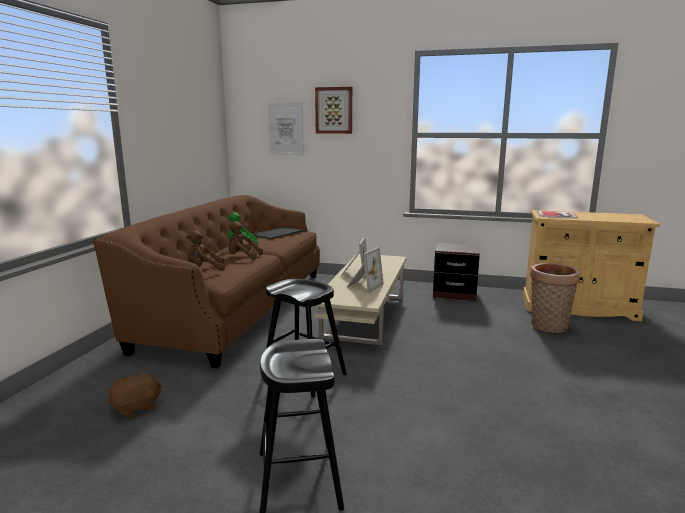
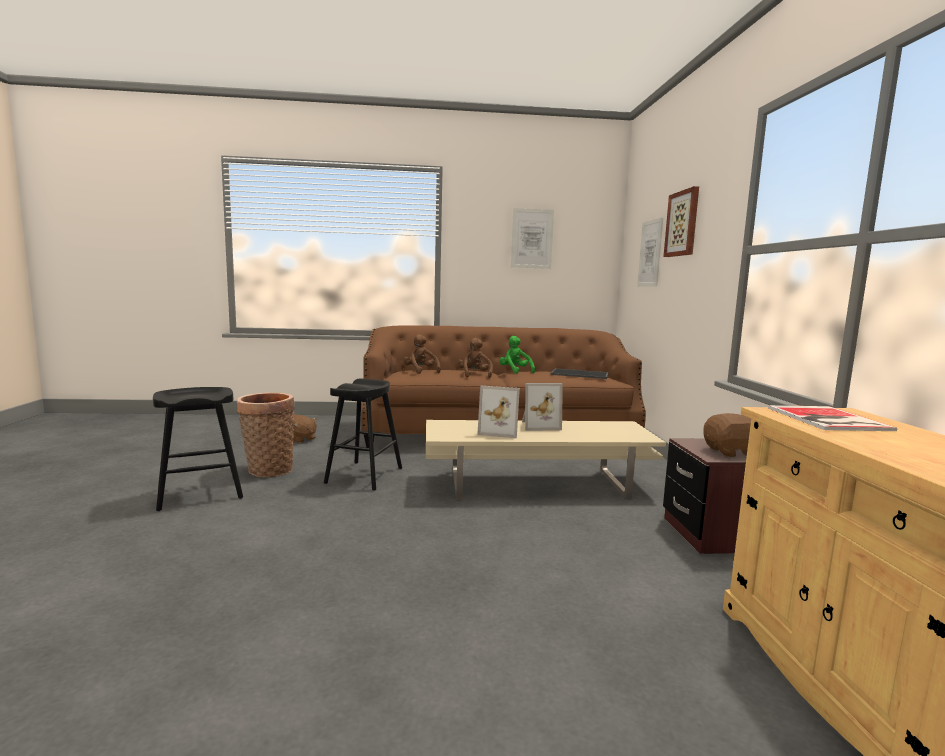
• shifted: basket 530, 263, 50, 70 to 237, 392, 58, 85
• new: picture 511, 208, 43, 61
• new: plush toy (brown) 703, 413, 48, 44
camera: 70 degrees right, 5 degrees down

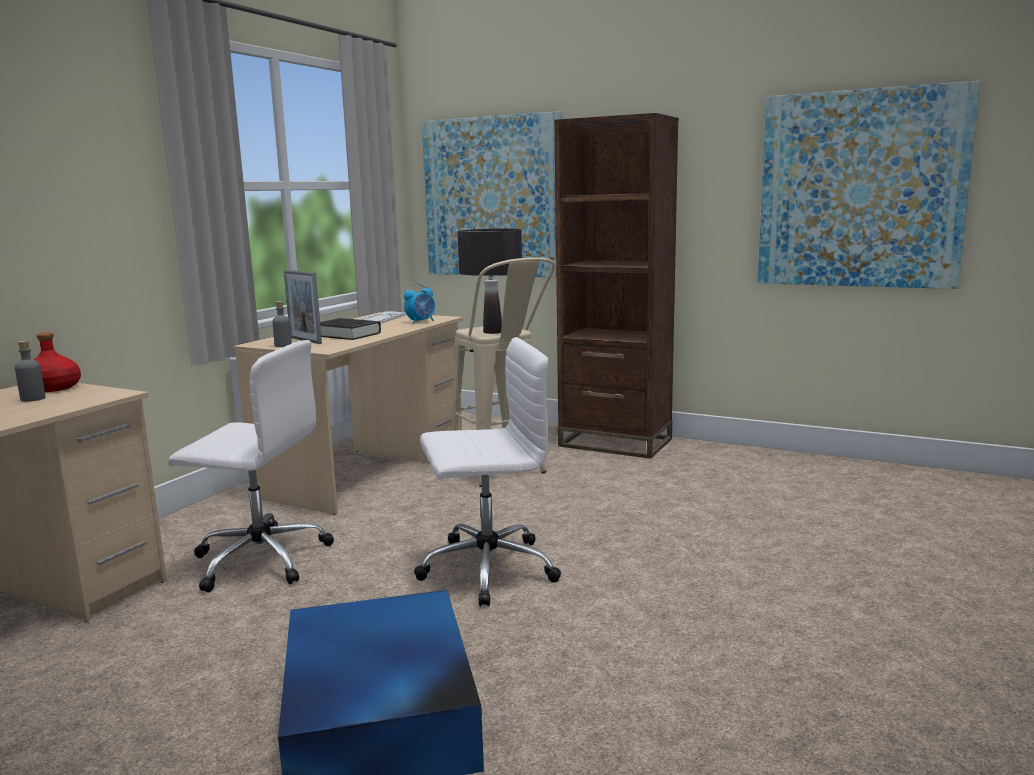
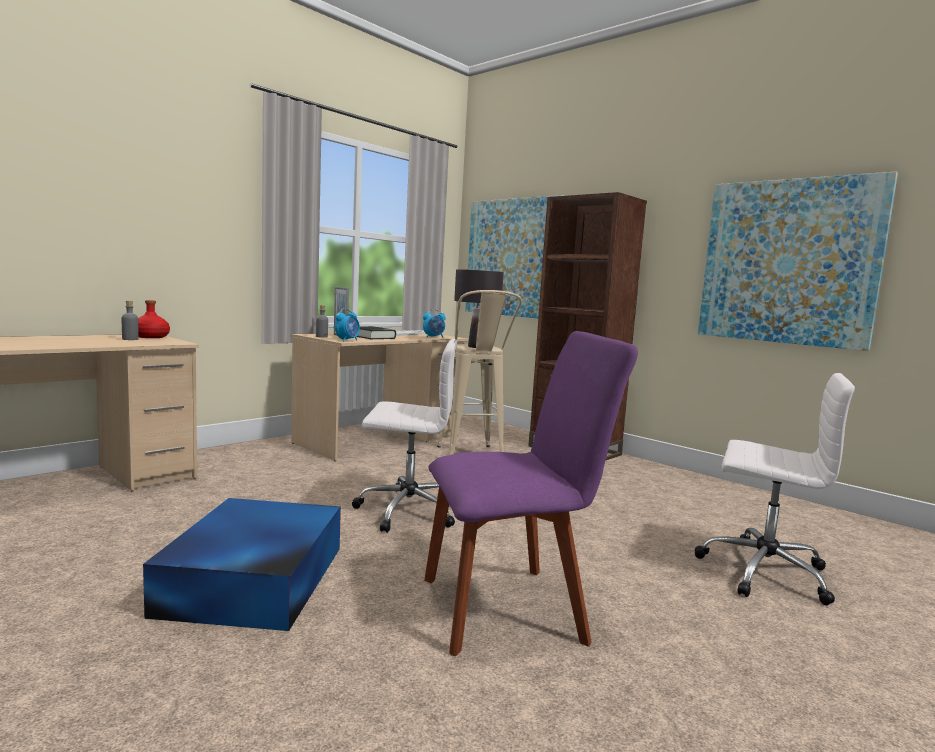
• new: alarm clock 335, 308, 25, 33
• new: chair (purple) 424, 331, 214, 325
• shifted: office chair (white) 168, 340, 166, 253 to 695, 373, 160, 232
camera: 15 degrees right, 5 degrees down

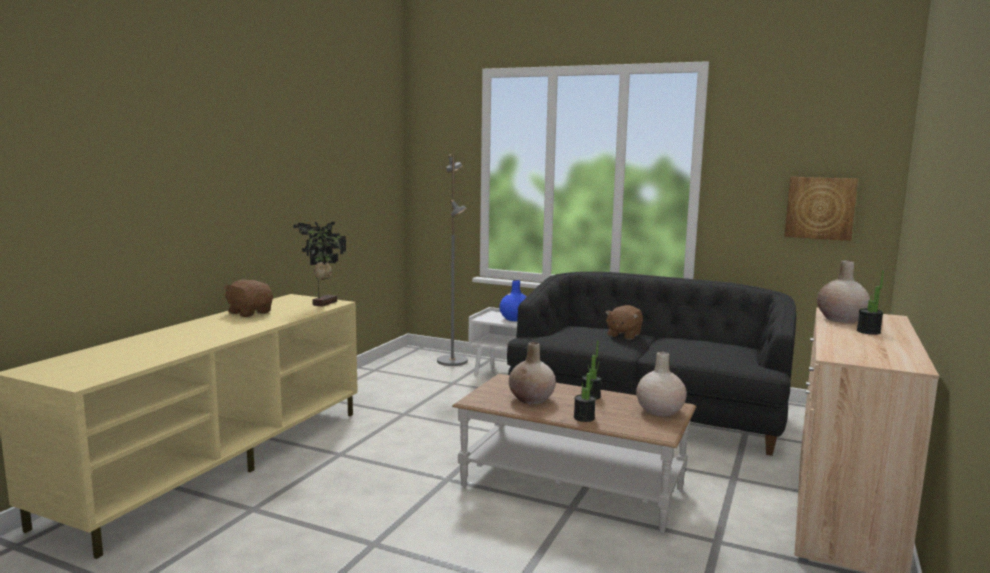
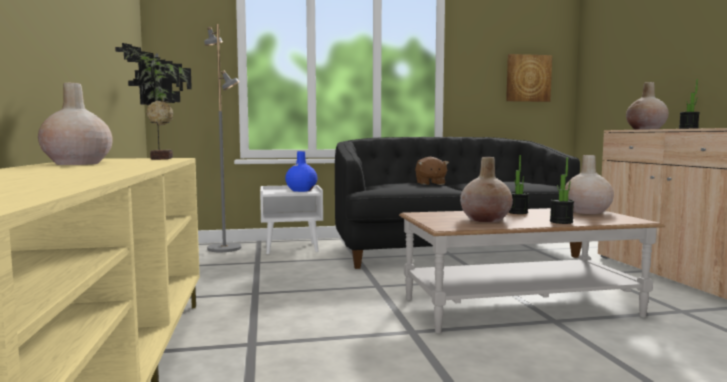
• swapped: plush toy (brown) 223, 280, 50, 37 to vase (beige) 38, 83, 75, 82
camera: 35 degrees left, 5 degrees down

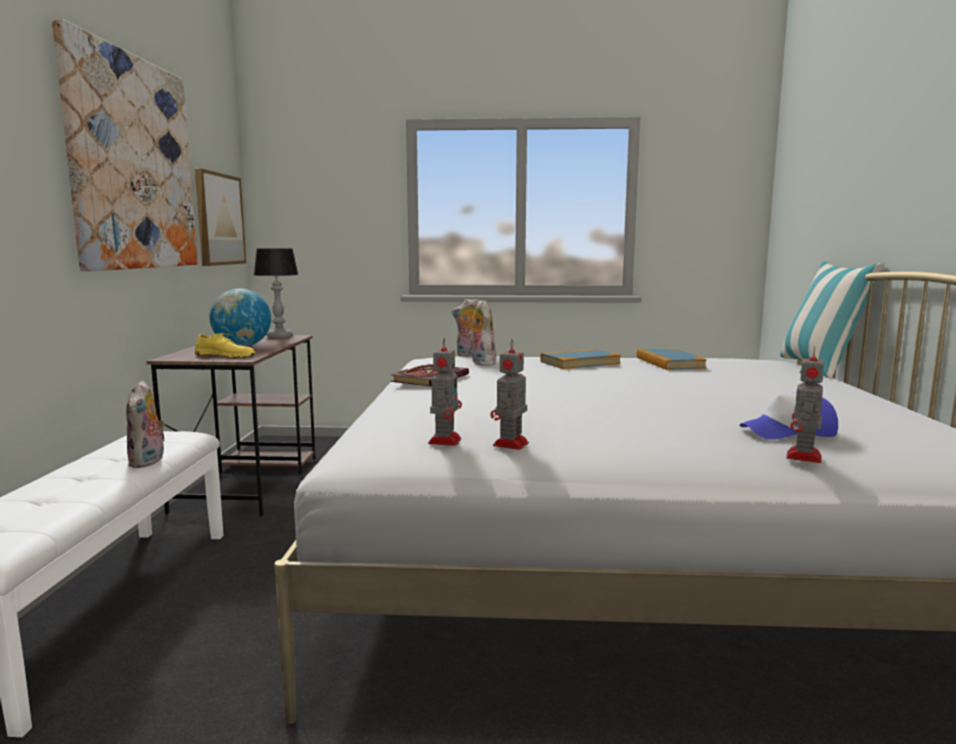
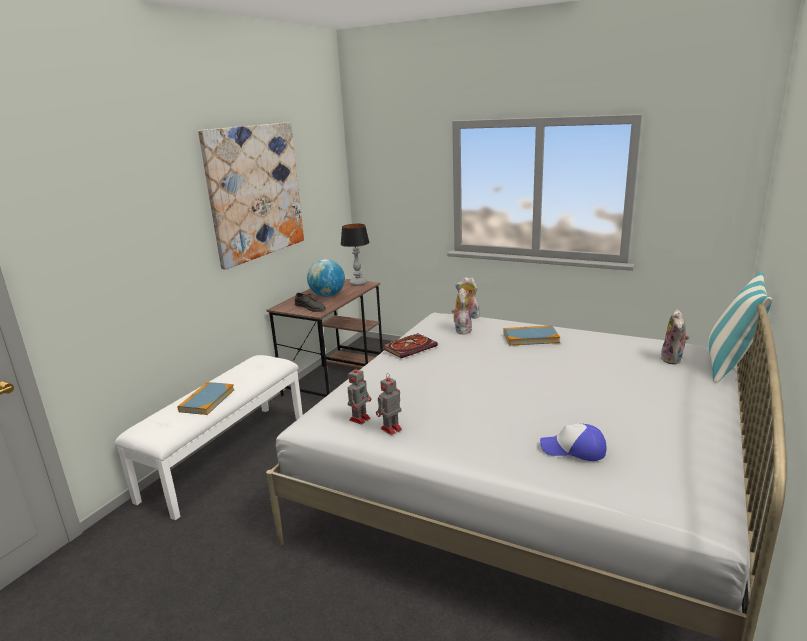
• shifted: book 637, 349, 70, 21 to 178, 382, 56, 33
• repainted: shoe (yellow) 195, 333, 61, 25 to shoe (grey) 295, 293, 31, 19
• shifted: plush toy 126, 380, 40, 88 to 661, 309, 28, 55
• gone: picture 195, 169, 51, 97
• gone: toy robot 786, 346, 38, 117
camera: 25 degrees right, 10 degrees up

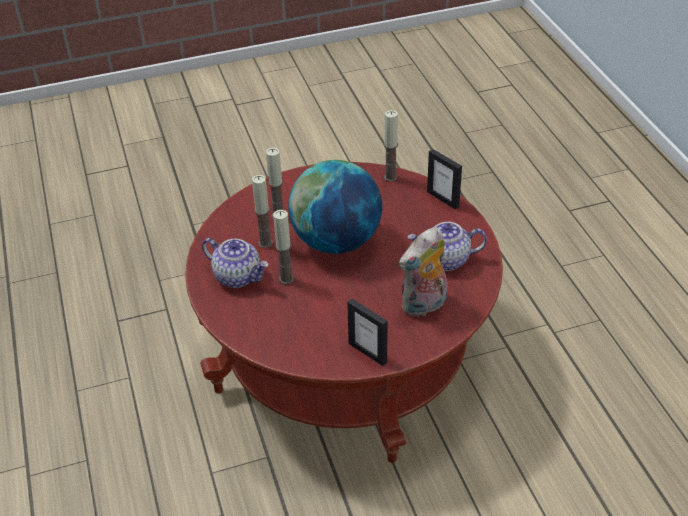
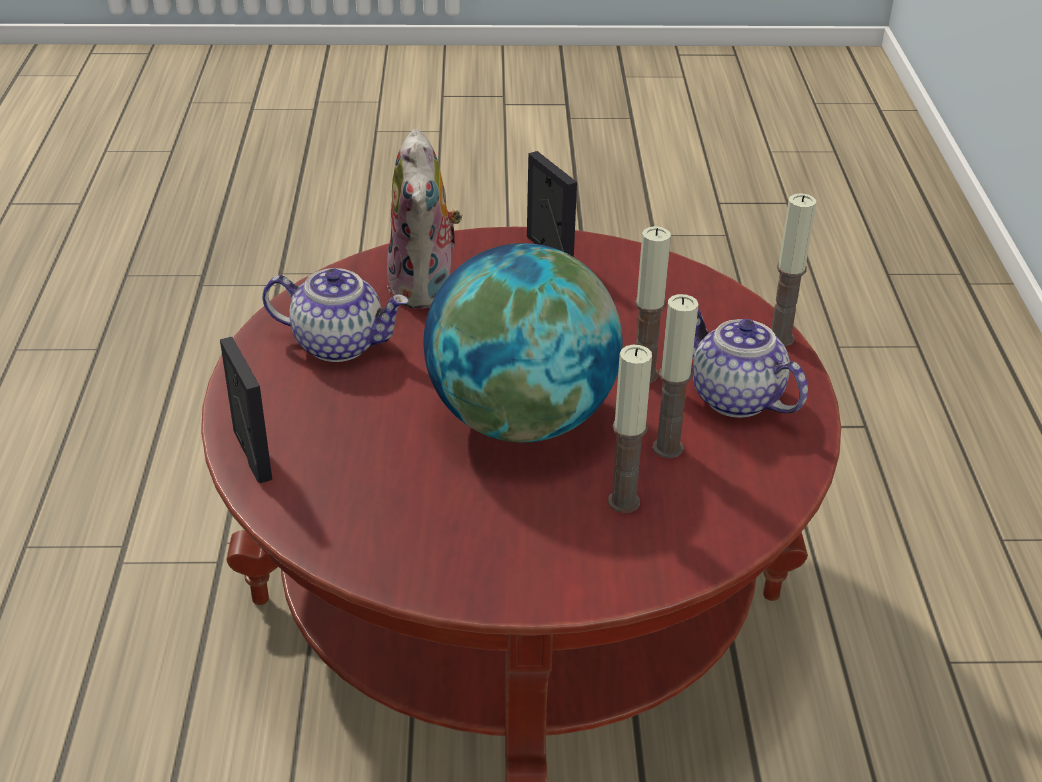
• rotated: plush toy 399, 227, 48, 90 = 387, 129, 75, 180 105 degrees clockwise
• shifted: candle 384, 110, 14, 72 to 771, 193, 45, 154
camera: 165 degrees left, 5 degrees down

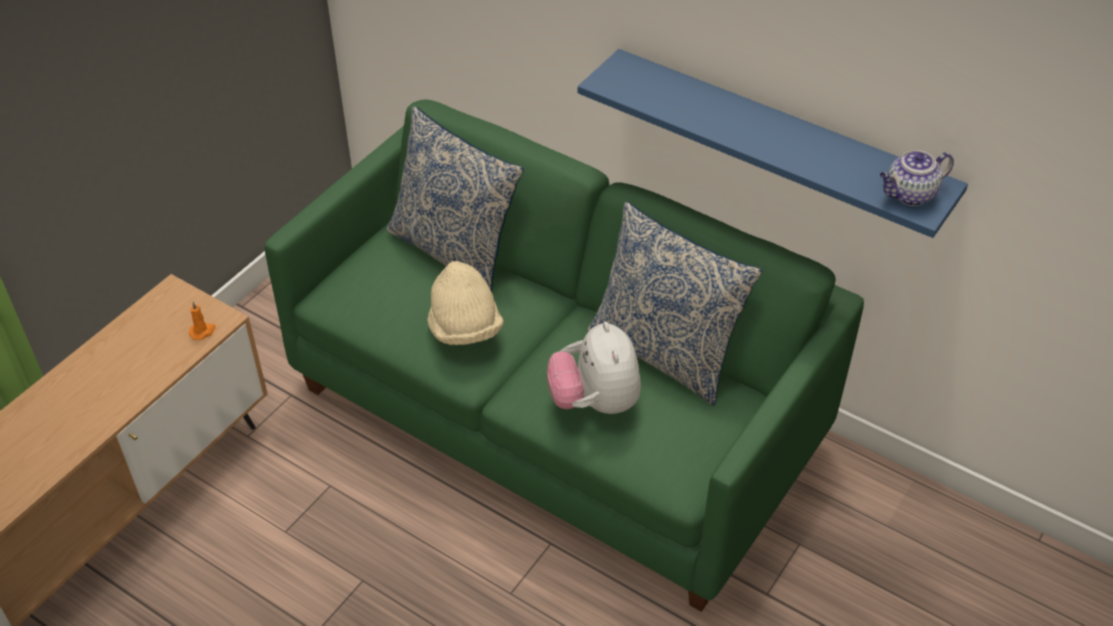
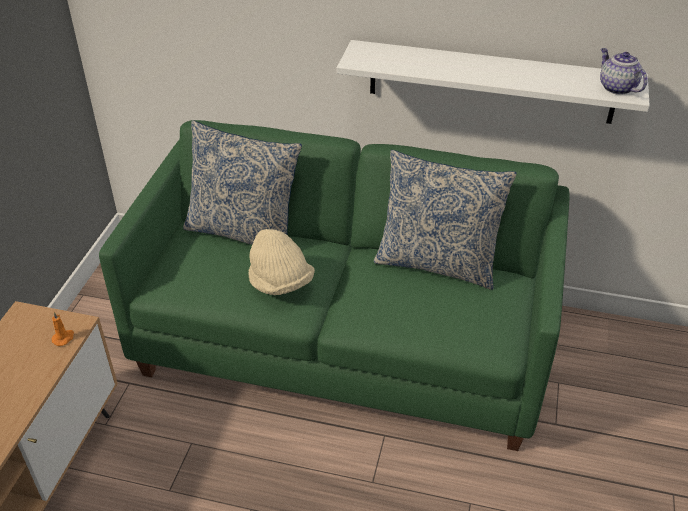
• repainted: shelf (blue) 578, 49, 390, 189 to shelf (white) 337, 40, 313, 84
• rotated: teapot 880, 150, 74, 56 = 600, 48, 48, 47 105 degrees clockwise
• gone: plush toy 547, 322, 94, 92
camera: 20 degrees left, 5 degrees down

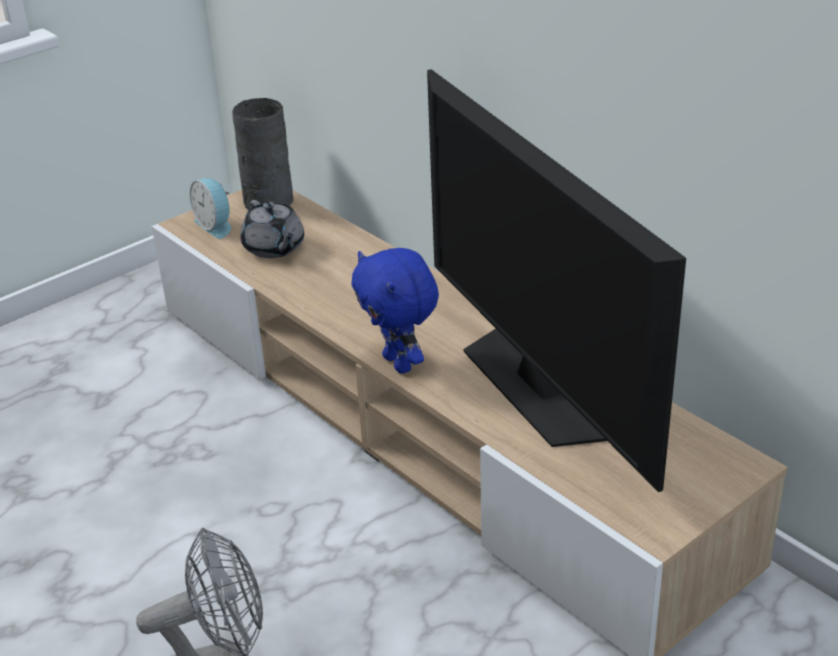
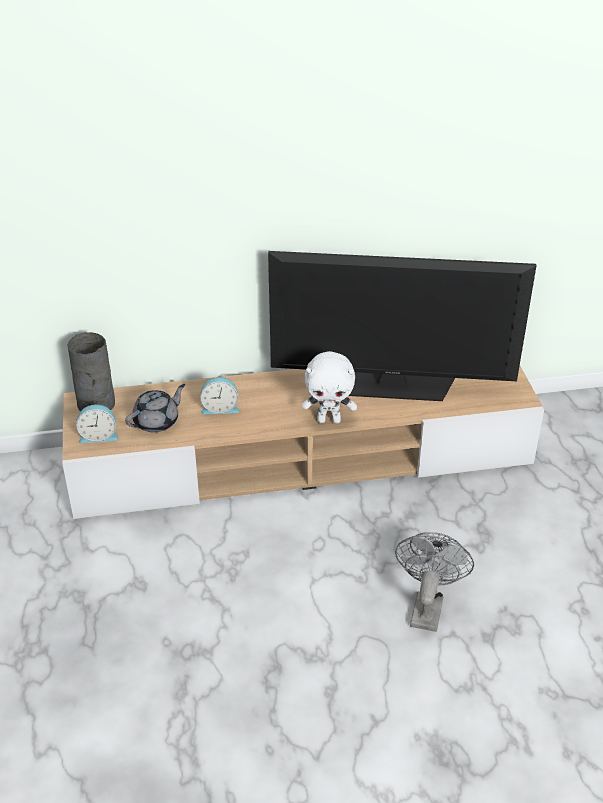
• rotated: teapot (grey) 240, 200, 64, 58 = 125, 384, 60, 49 45 degrees counterclockwise
• new: alarm clock 200, 377, 39, 38
• repainted: plush toy (blue) 351, 248, 88, 126 to plush toy (white) 302, 351, 55, 72
camera: 60 degrees left, 5 degrees up

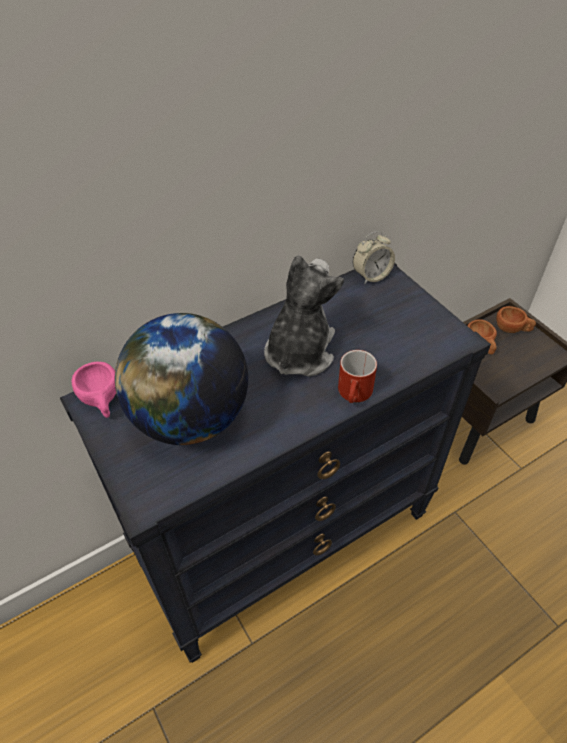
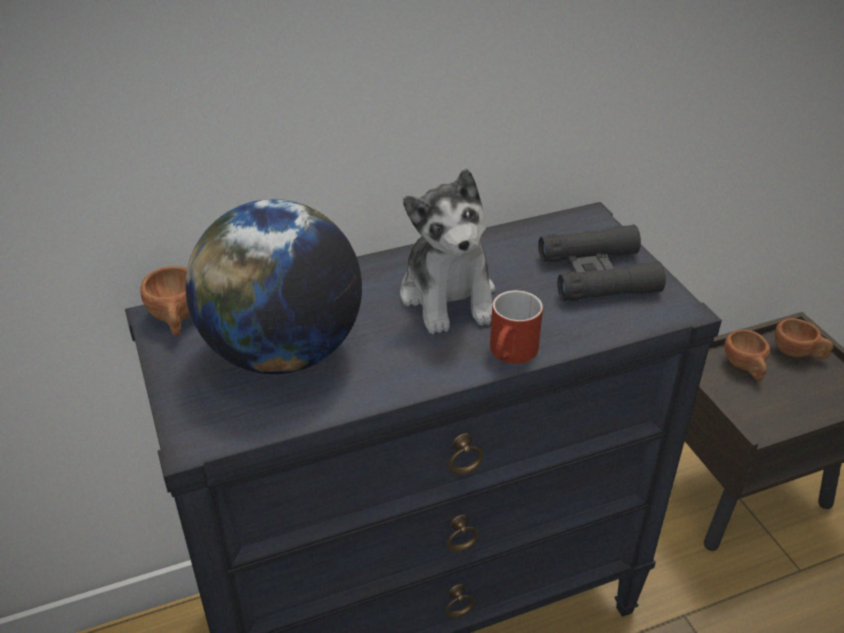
• repainted: cup (pink) 72, 362, 44, 56 to cup (brown) 140, 266, 51, 70
• rotated: plush toy 264, 255, 80, 122 = 400, 169, 95, 165 135 degrees clockwise
• new: binoculars (black) 538, 225, 128, 76
• gone: alarm clock 352, 231, 43, 53
camera: 10 degrees right, 10 degrees down

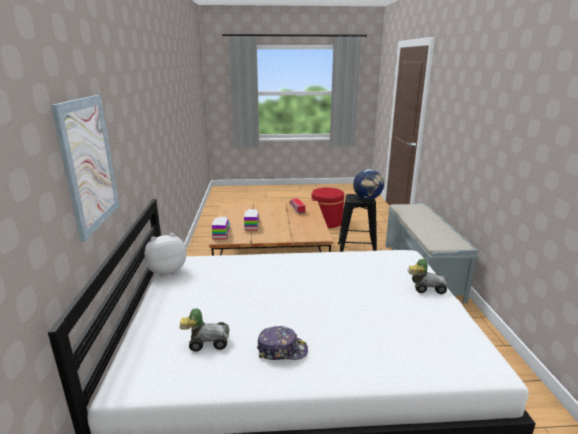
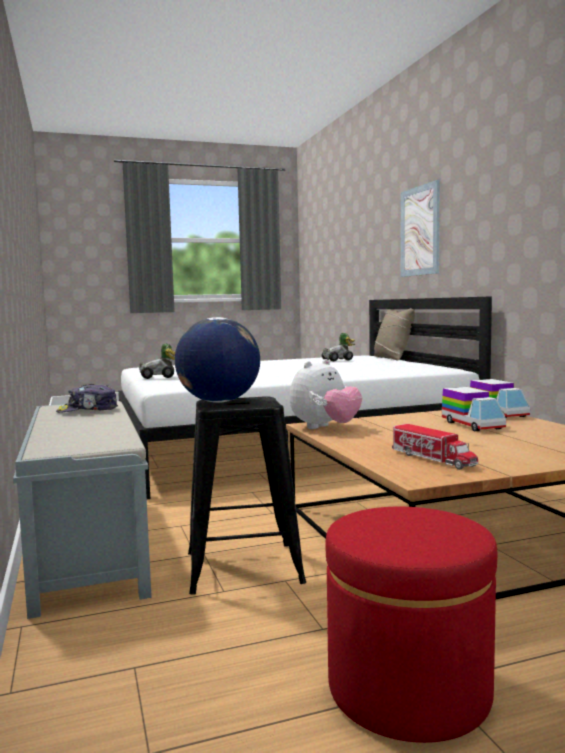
• shifted: cap 257, 326, 51, 34 to 56, 384, 62, 29
• shifted: plush toy 144, 233, 43, 44 to 290, 359, 72, 70
• new: pillow (beige) 374, 308, 41, 53
camera: 165 degrees right, 15 degrees down

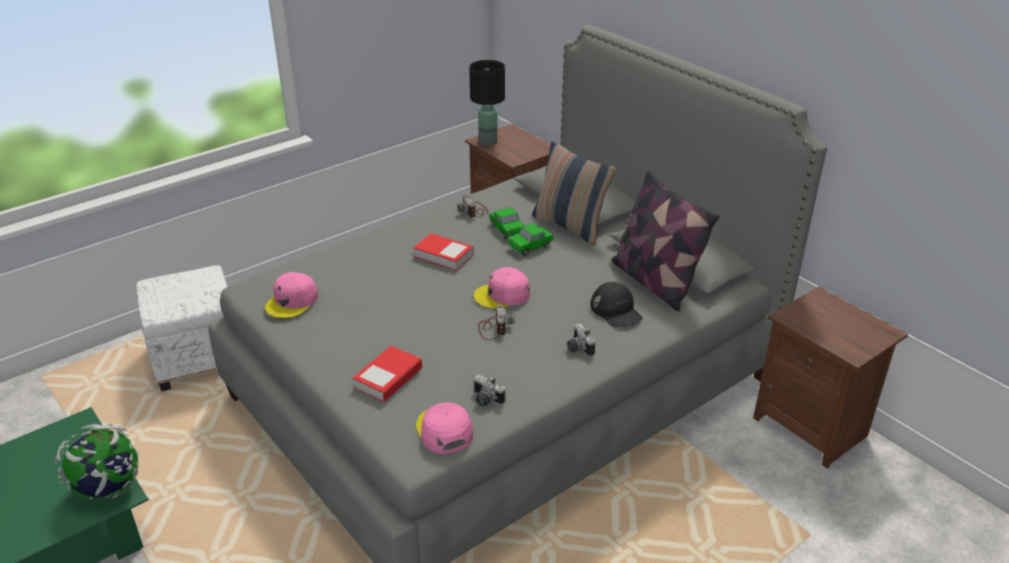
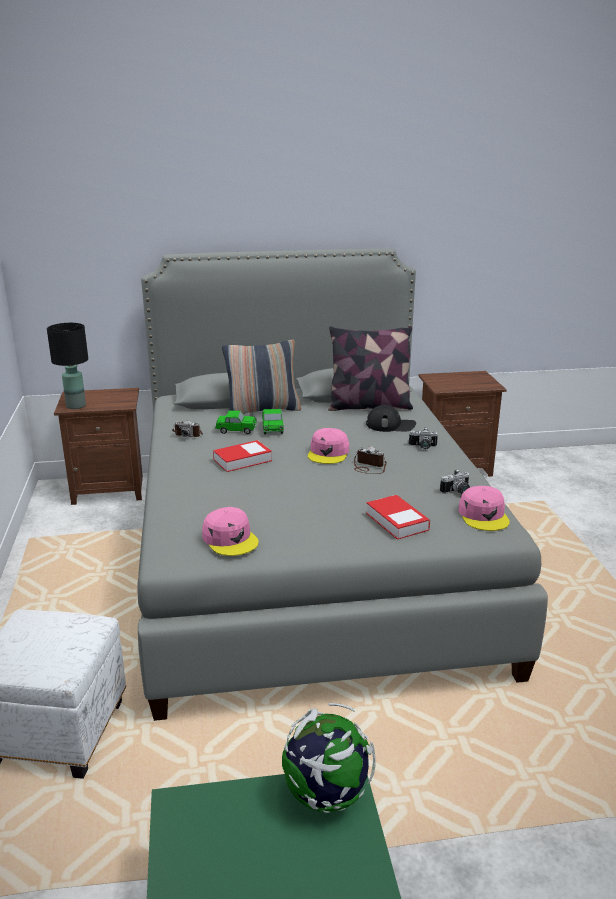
• rotated: cap (pink) 416, 402, 57, 52 = 459, 486, 51, 45 105 degrees counterclockwise
camera: 60 degrees left, 10 degrees down

